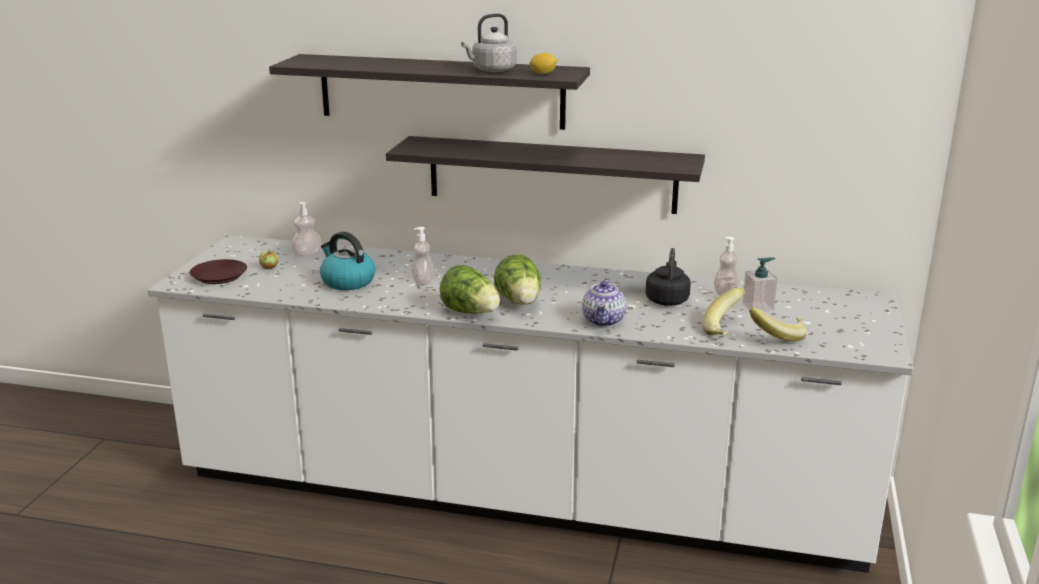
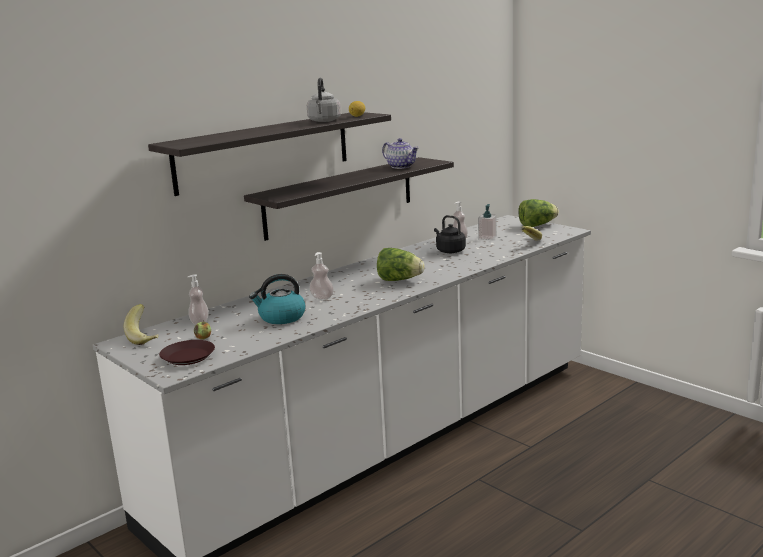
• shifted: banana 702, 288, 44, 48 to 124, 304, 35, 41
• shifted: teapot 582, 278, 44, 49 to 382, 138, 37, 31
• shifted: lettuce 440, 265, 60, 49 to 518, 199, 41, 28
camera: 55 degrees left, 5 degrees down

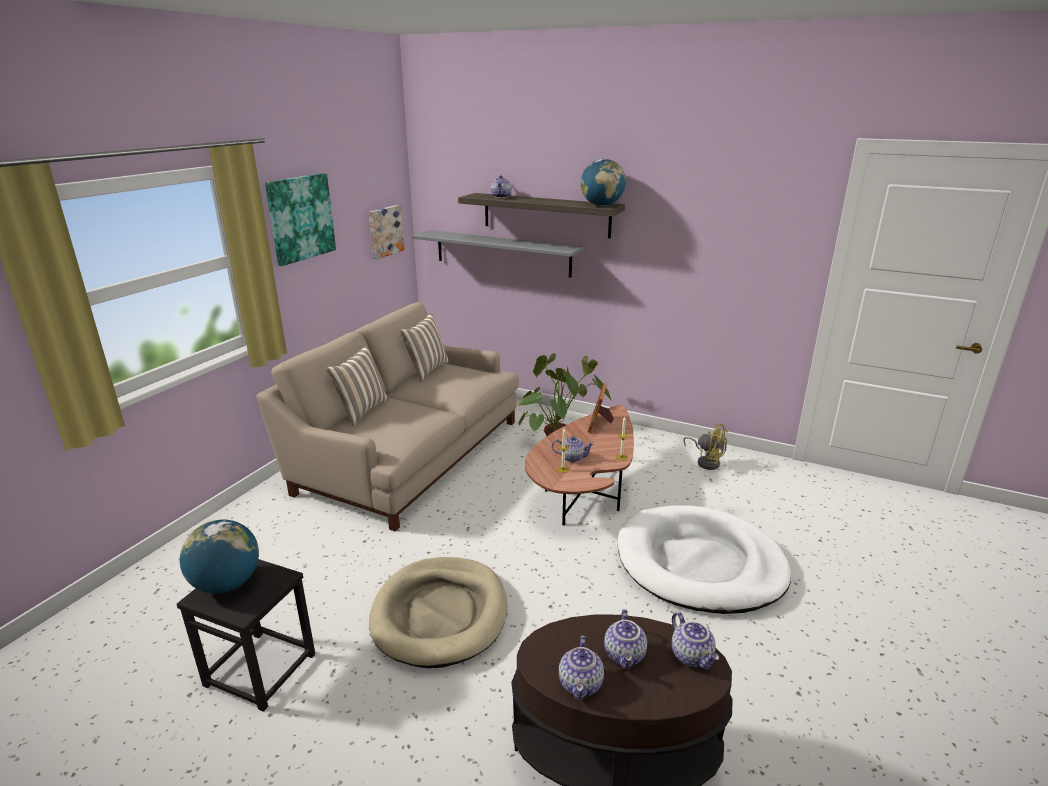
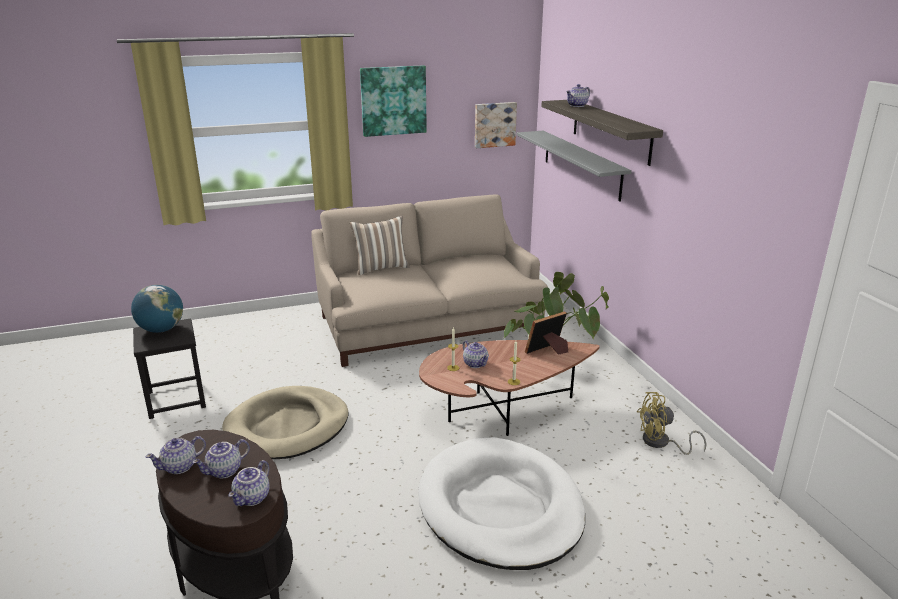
• rotated: fan (yellow) 683, 422, 45, 48 = 637, 392, 69, 63 90 degrees clockwise
• gone: pillow 400, 313, 49, 69
• gone: globe 580, 159, 46, 47
camera: 45 degrees right, 0 degrees up

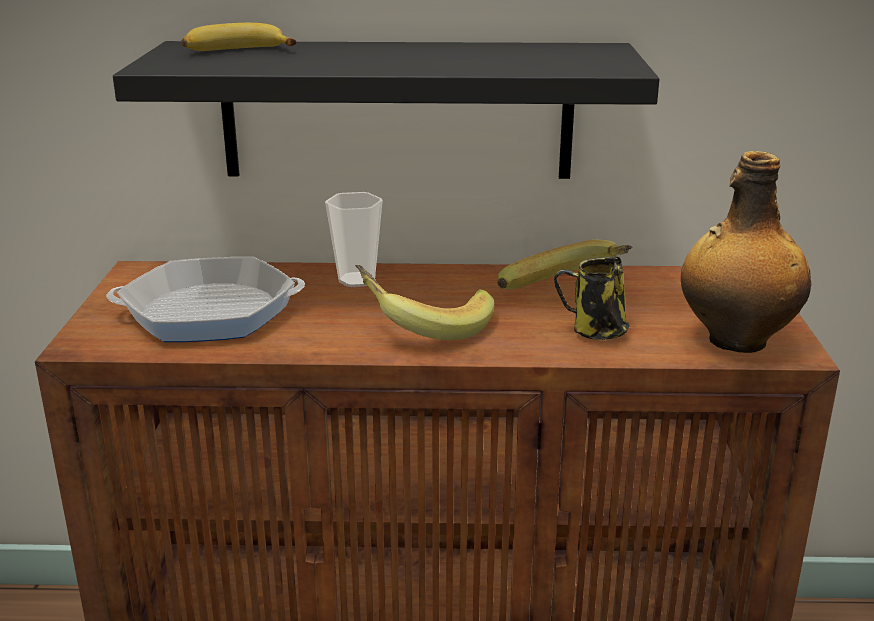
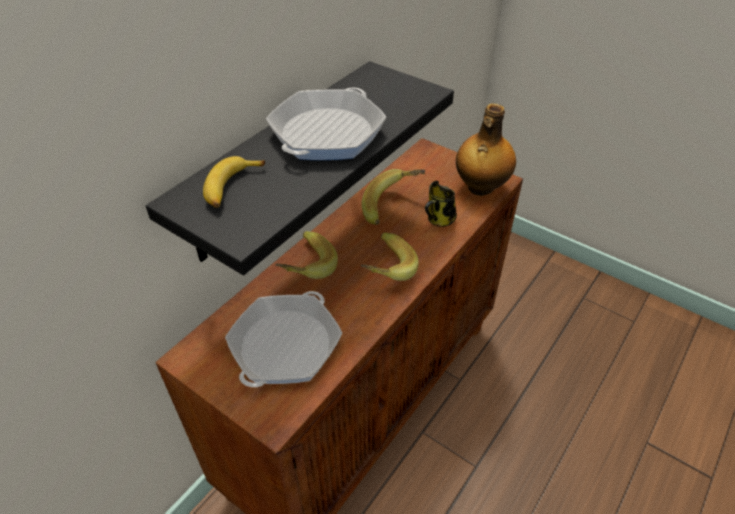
• new: frying pan 266, 87, 120, 73
• swapped: cup 325, 192, 58, 95 to banana 275, 231, 63, 48
camera: 55 degrees left, 20 degrees up

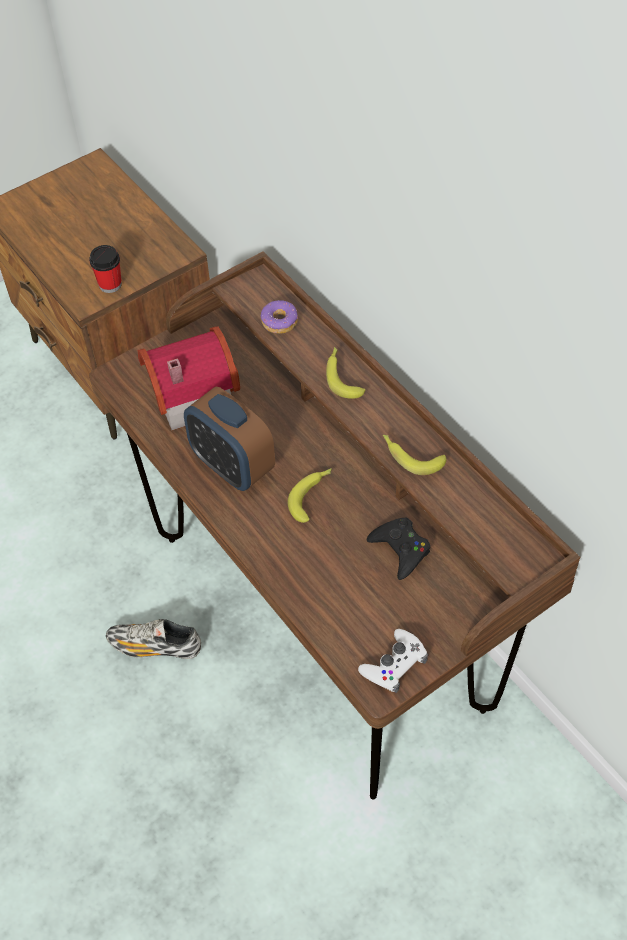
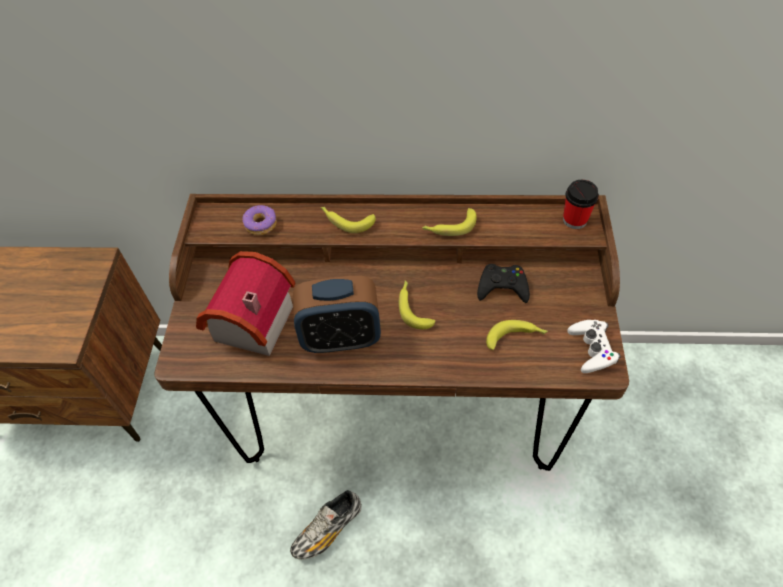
• new: banana 486, 320, 62, 30
• shifted: cup 89, 245, 33, 48 to 563, 180, 36, 49
camera: 50 degrees left, 0 degrees up

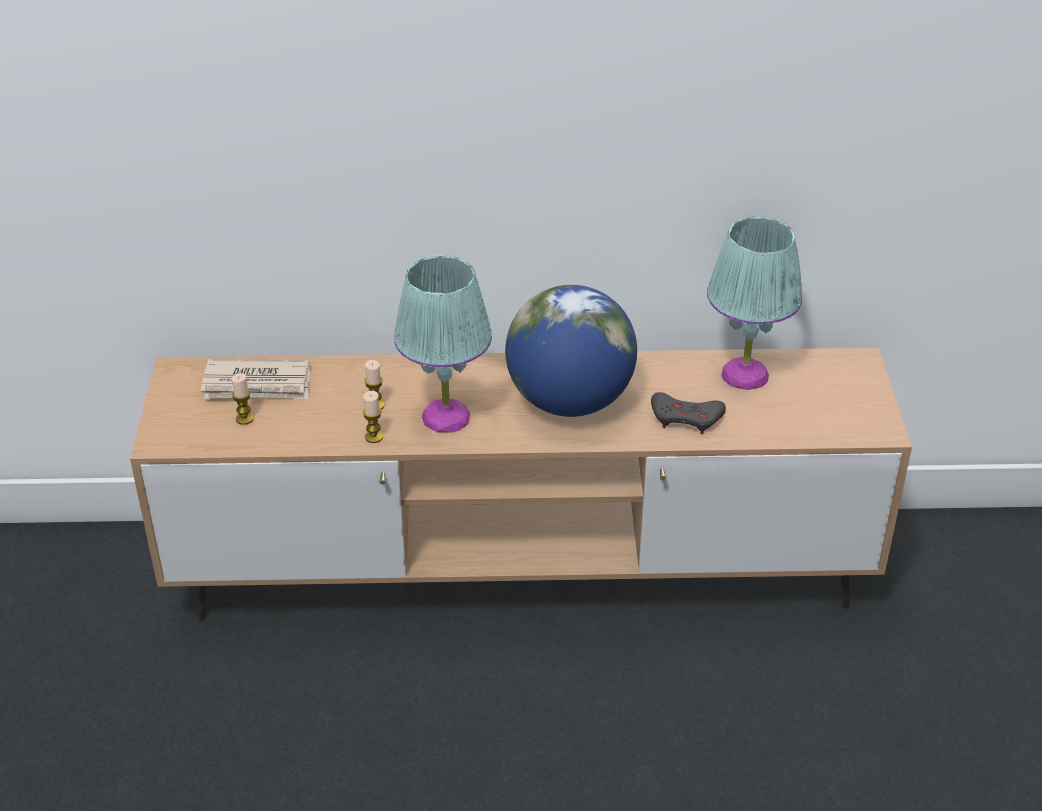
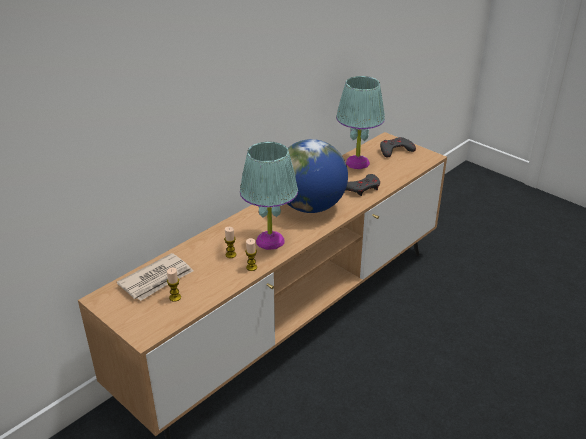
• new: game controller (grey) 380, 137, 36, 20
camera: 45 degrees left, 5 degrees down

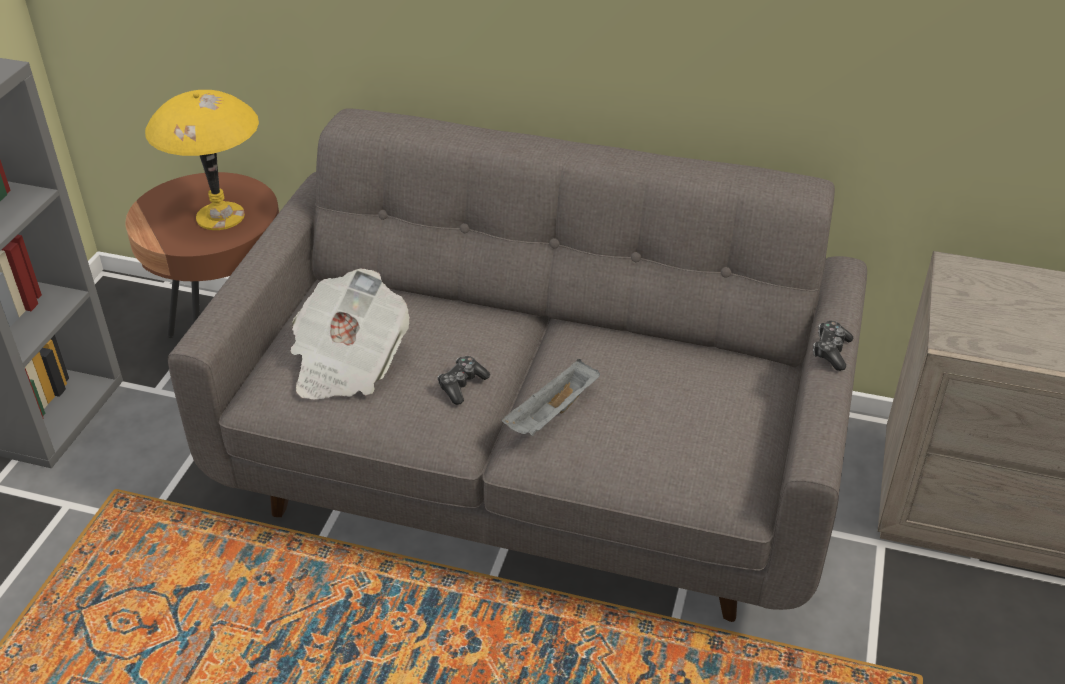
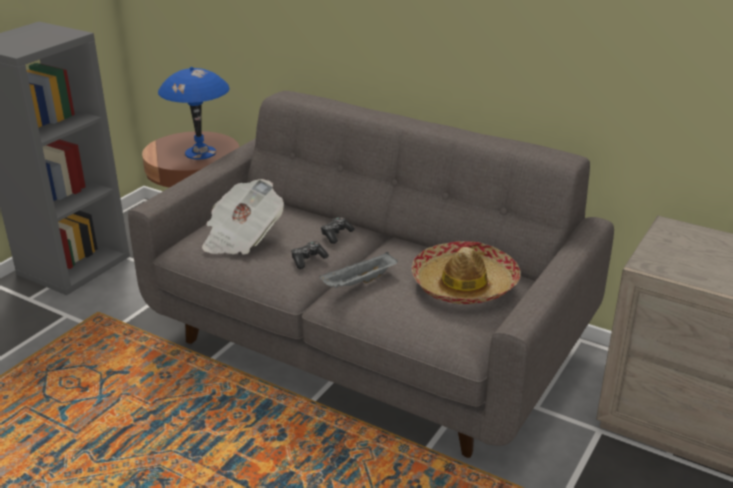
• repainted: table lamp (yellow) 145, 90, 114, 140 to table lamp (blue) 158, 67, 72, 92
• shifted: game controller 813, 321, 40, 50 to 321, 217, 34, 27
• new: hat 412, 241, 109, 63
camera: 15 degrees right, 10 degrees down

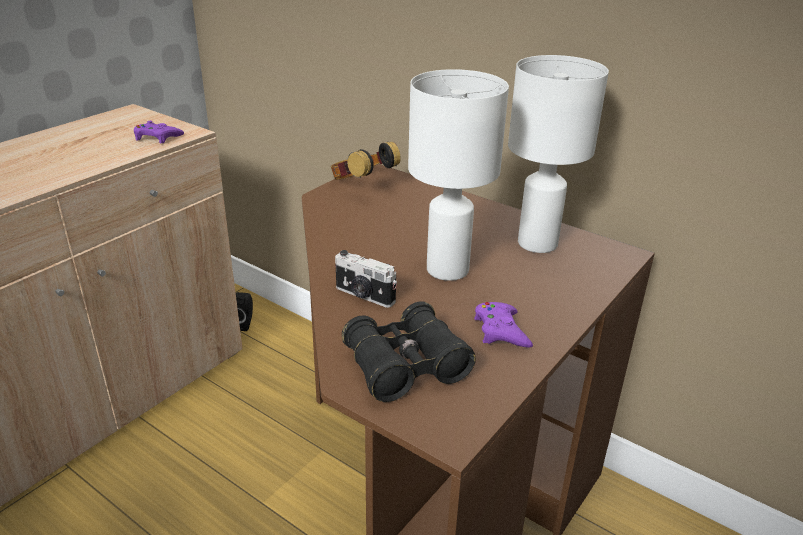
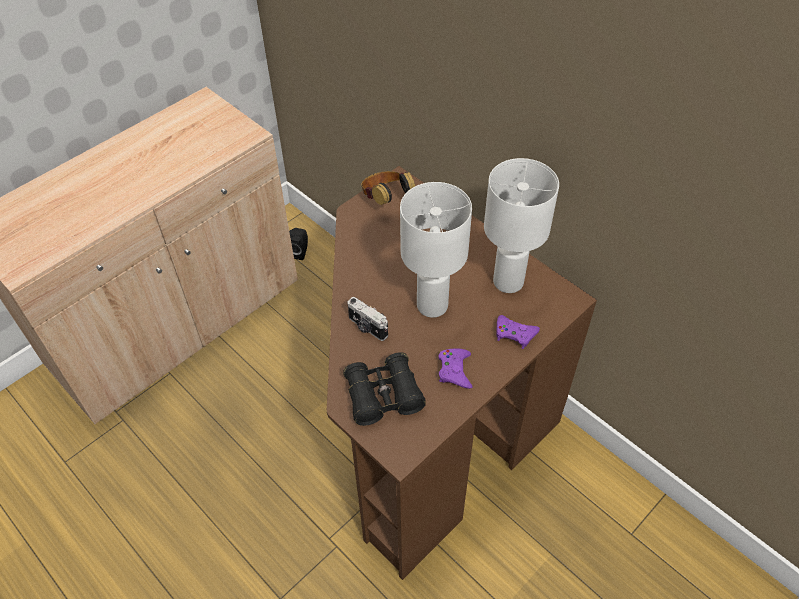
• shifted: game controller (purple) 134, 121, 50, 22 to 496, 315, 44, 34
camera: 10 degrees right, 20 degrees up

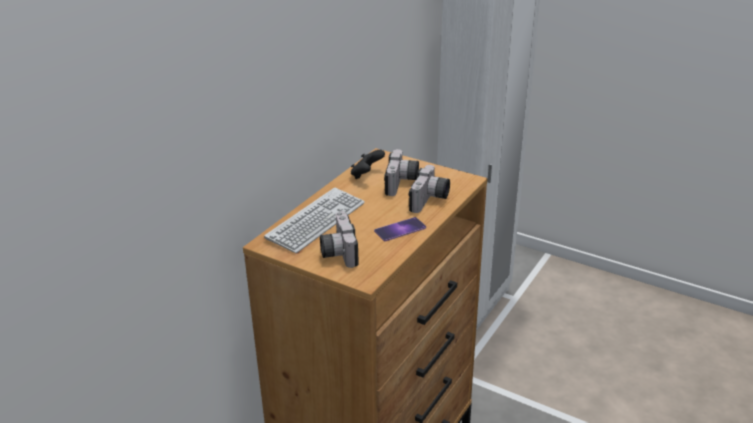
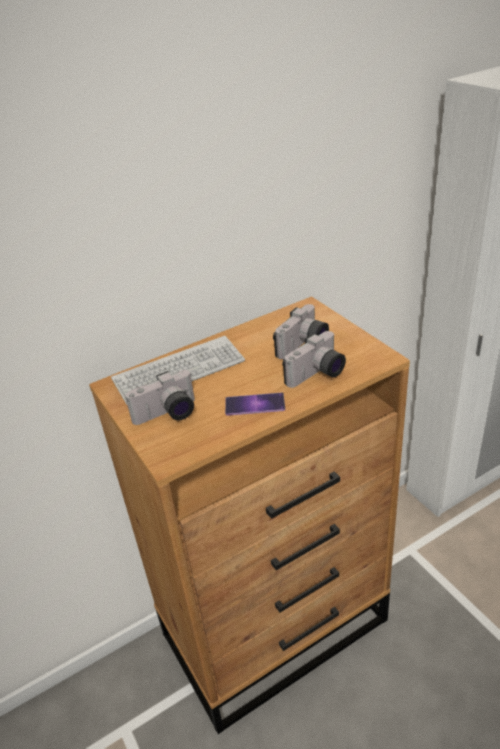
• rotated: photo camera 320, 211, 39, 57 = 125, 370, 70, 55 135 degrees counterclockwise
• gone: game controller (black) 351, 150, 34, 29
camera: 30 degrees right, 5 degrees up

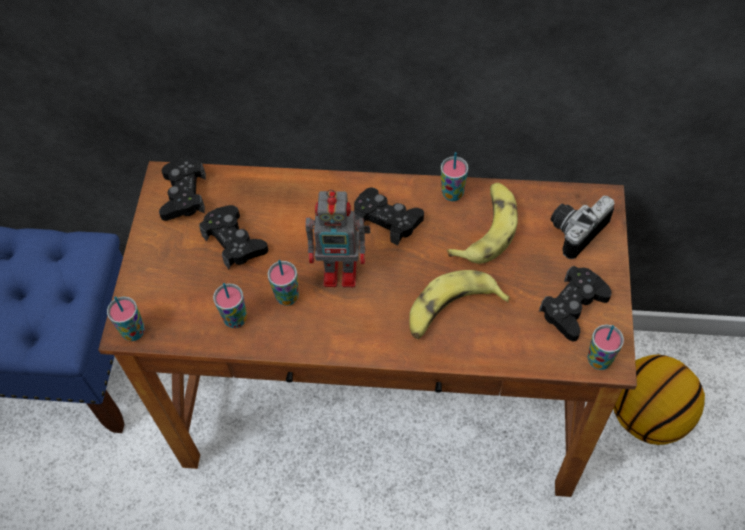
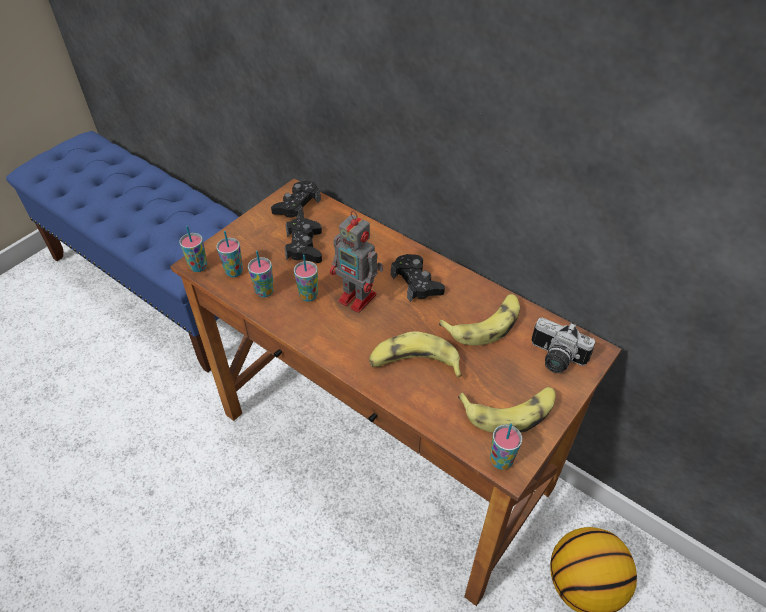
• shifted: cup 441, 152, 27, 49 to 216, 231, 27, 46
• swapped: game controller (black) 539, 266, 72, 75 to banana 458, 387, 98, 46
• rotated: photo camera 550, 196, 65, 63 = 532, 317, 63, 56 135 degrees counterclockwise
camera: 30 degrees right, 10 degrees down

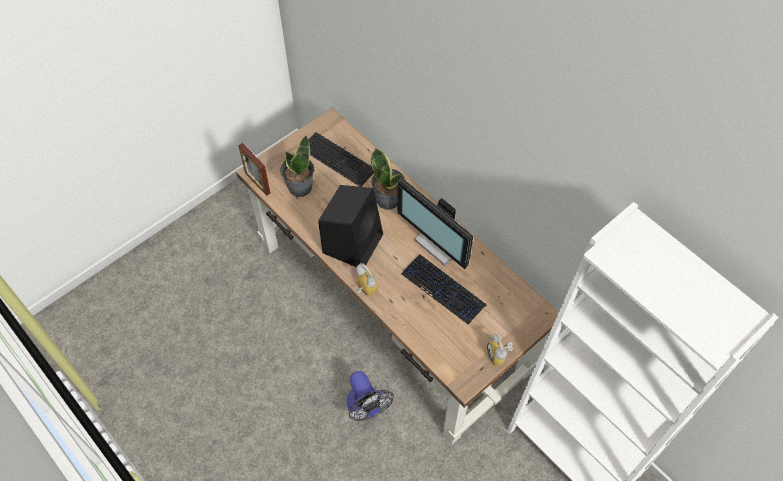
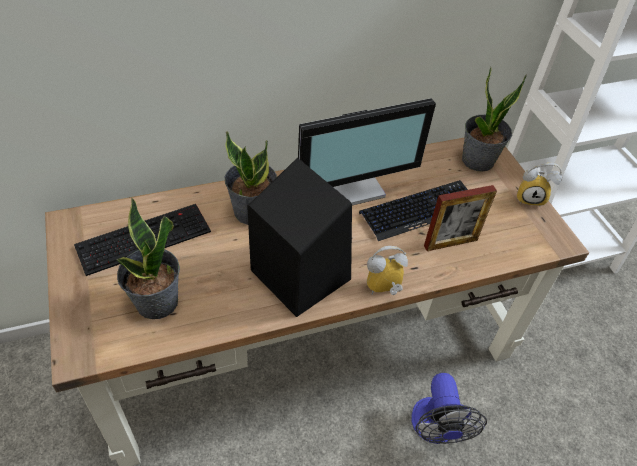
• rotated: fan 347, 371, 47, 50 = 411, 373, 76, 71 90 degrees clockwise
• shifted: picture frame 238, 143, 33, 53 to 424, 185, 73, 66
• new: potted plant 462, 67, 65, 104
camera: 70 degrees left, 10 degrees down

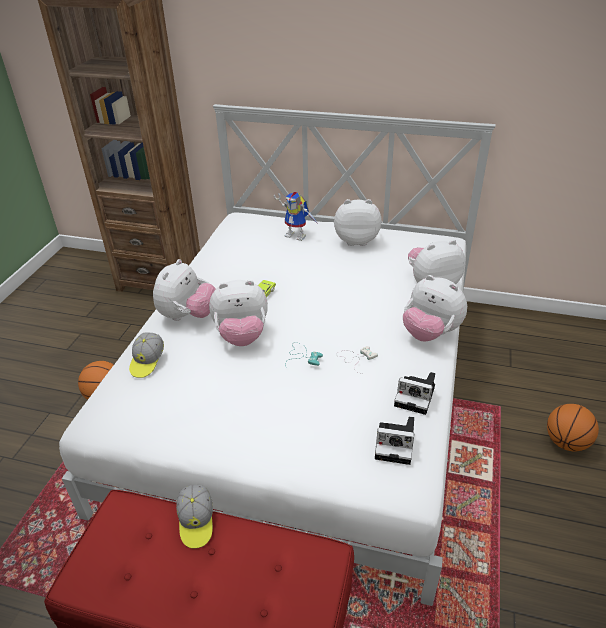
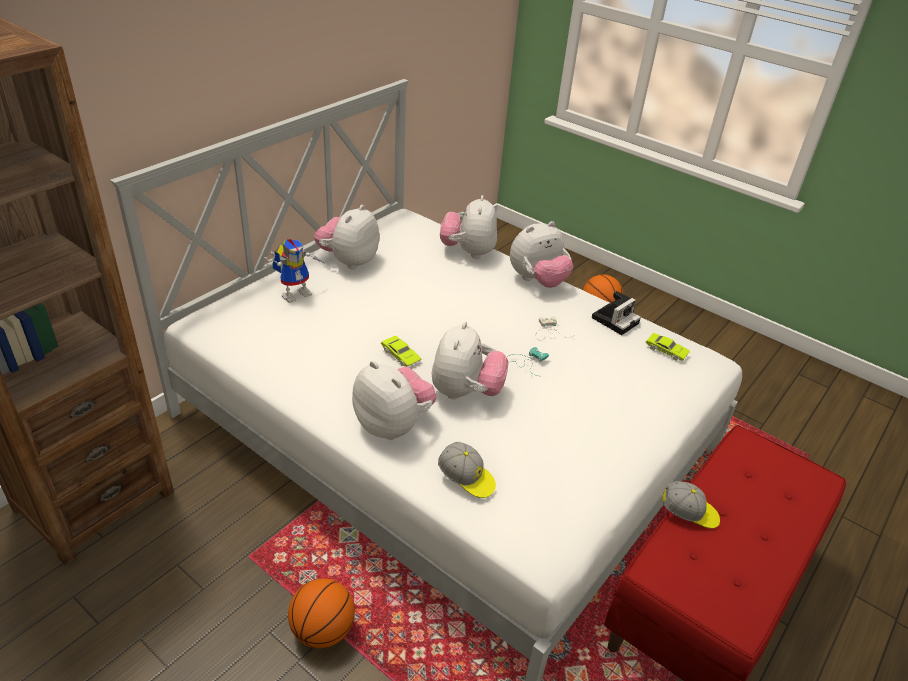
• swapped: photo camera 375, 417, 39, 48 to toy car (green) 645, 333, 45, 28
camera: 70 degrees left, 0 degrees up

